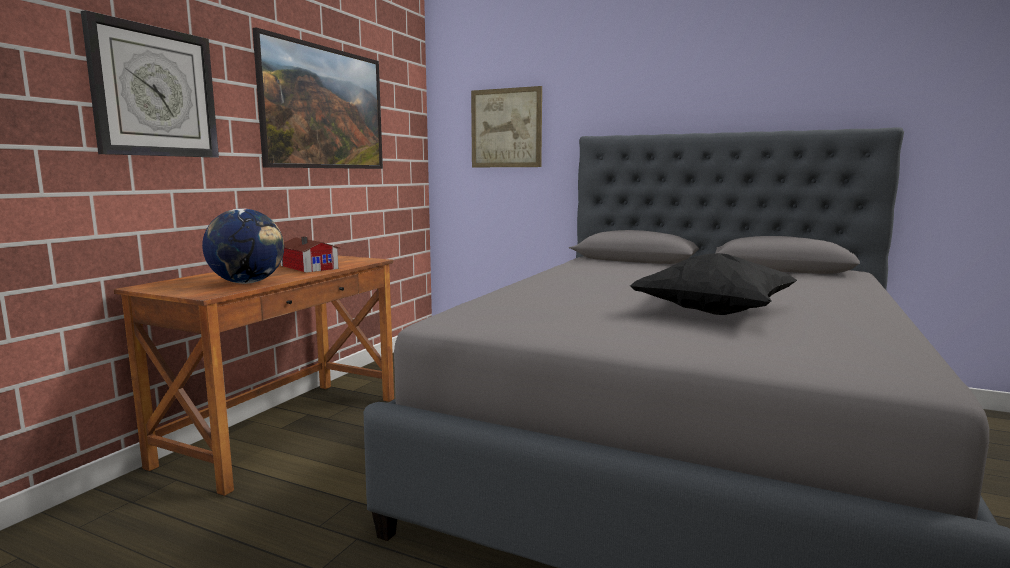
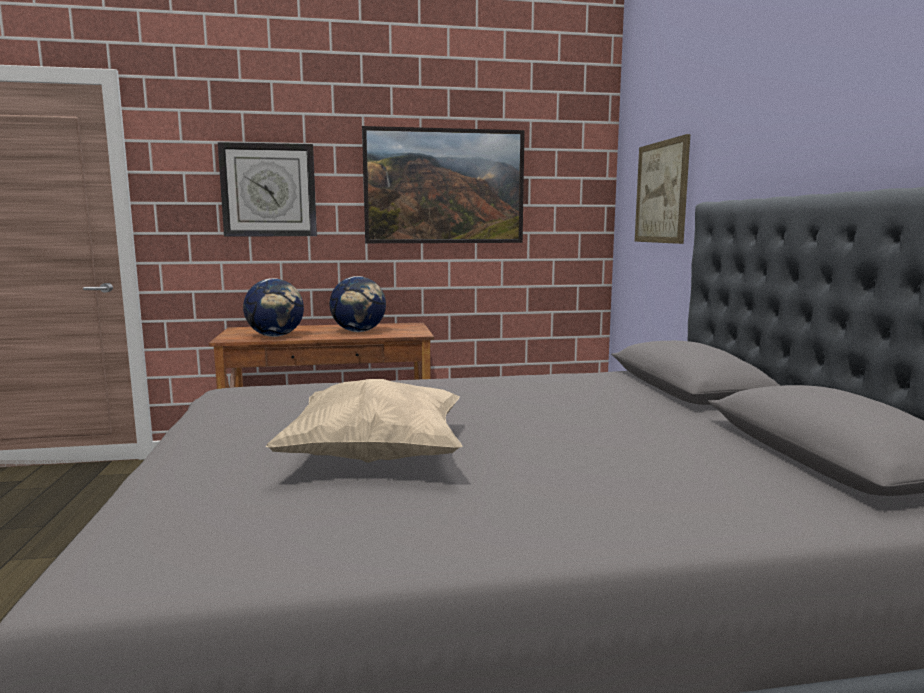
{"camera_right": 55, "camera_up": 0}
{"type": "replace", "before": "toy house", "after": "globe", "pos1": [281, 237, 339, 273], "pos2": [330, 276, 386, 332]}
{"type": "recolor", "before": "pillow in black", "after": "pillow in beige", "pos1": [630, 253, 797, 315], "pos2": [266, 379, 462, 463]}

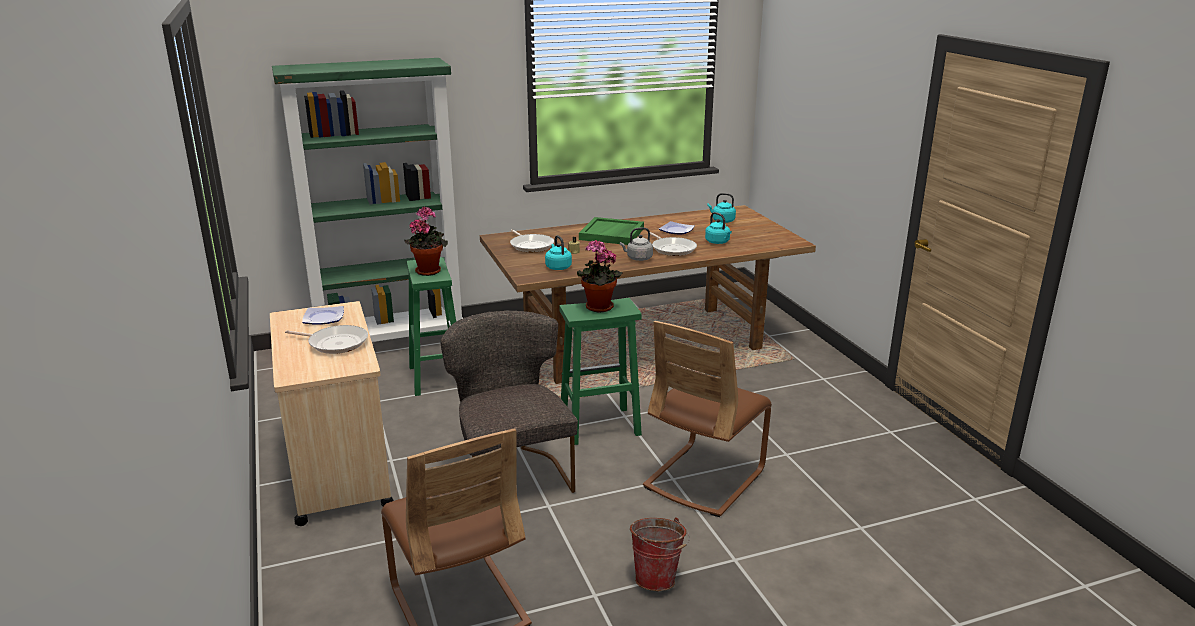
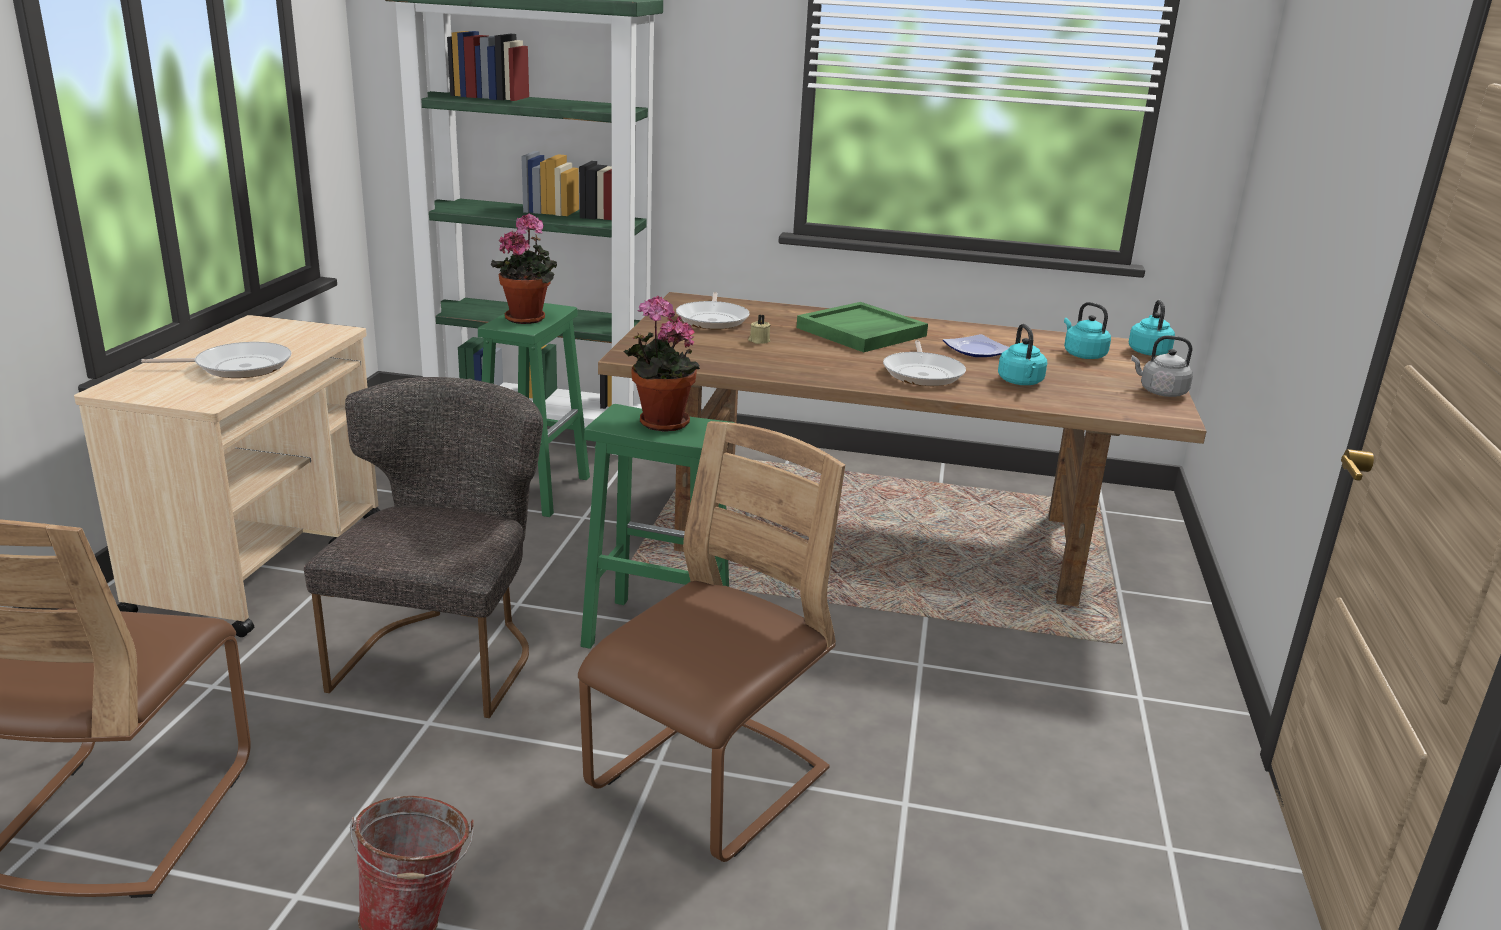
{"camera_right": 30, "camera_up": 0}
{"type": "move", "before": "kettle in grey", "pos1": [620, 227, 653, 261], "pos2": [1131, 335, 1193, 397]}
{"type": "move", "before": "kettle in turquoise", "pos1": [545, 235, 572, 270], "pos2": [1129, 300, 1175, 356]}
{"type": "delete", "before": "plate", "pos1": [302, 306, 344, 325]}
{"type": "rotate", "before": "chair in brown", "pos1": [643, 321, 772, 517], "pos2": [578, 421, 845, 862], "turn": 150}
{"type": "rotate", "before": "frying pan", "pos1": [285, 325, 368, 354], "pos2": [141, 342, 291, 378], "turn": -60}

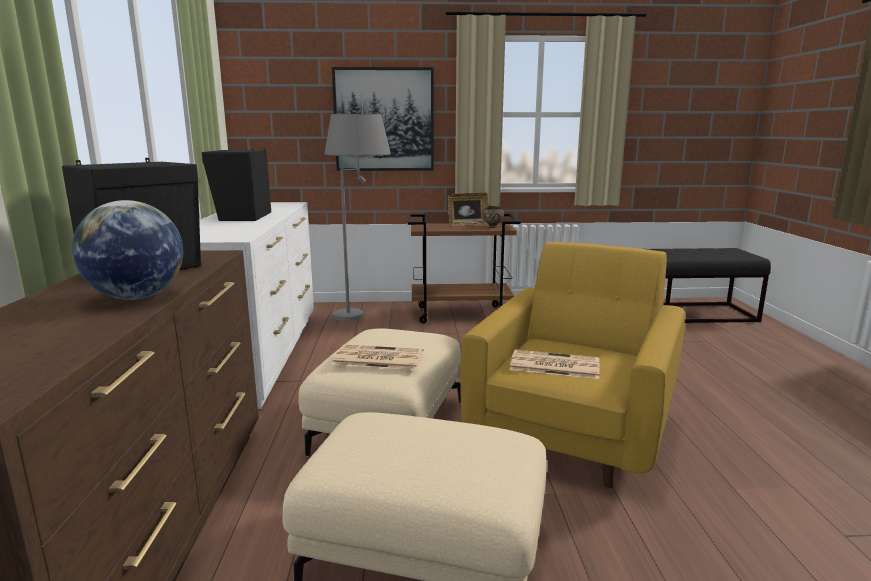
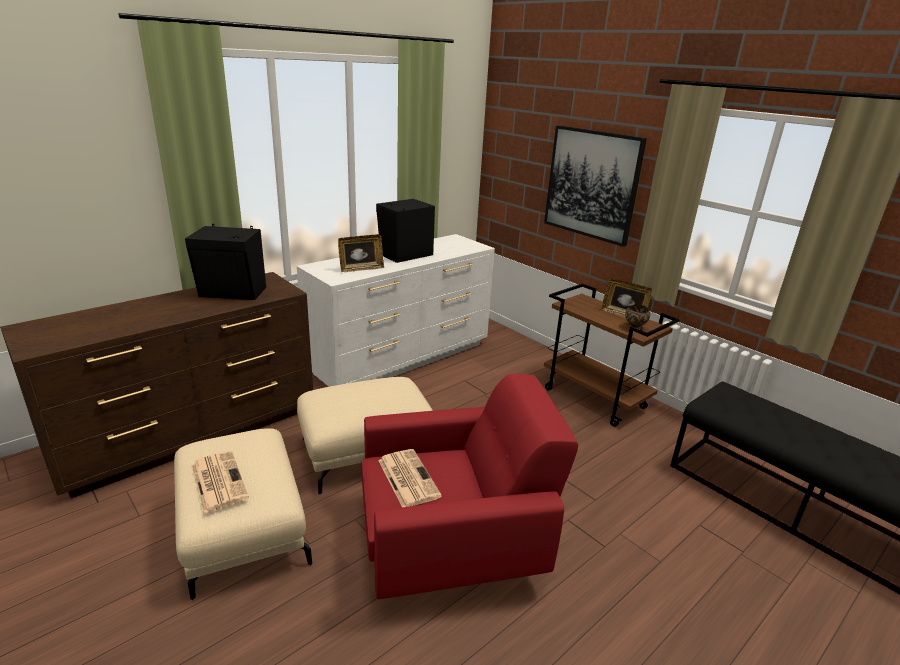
{"camera_right": 50, "camera_up": 10}
{"type": "delete", "before": "floor lamp in grey", "pos1": [324, 114, 391, 321]}
{"type": "delete", "before": "globe", "pos1": [72, 200, 183, 300]}
{"type": "recolor", "before": "armchair in yellow", "after": "armchair in red", "pos1": [460, 242, 685, 488], "pos2": [362, 374, 578, 599]}
{"type": "move", "before": "newspaper", "pos1": [331, 345, 424, 370], "pos2": [191, 451, 249, 513]}
{"type": "insert", "after": "picture frame", "pos2": [338, 234, 384, 272]}

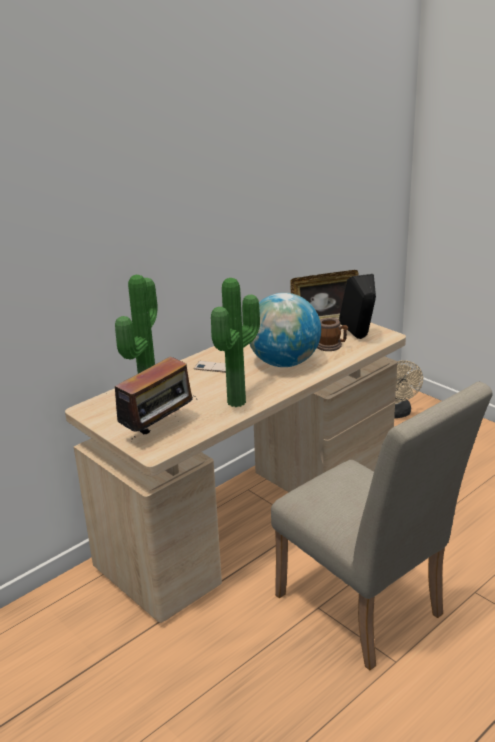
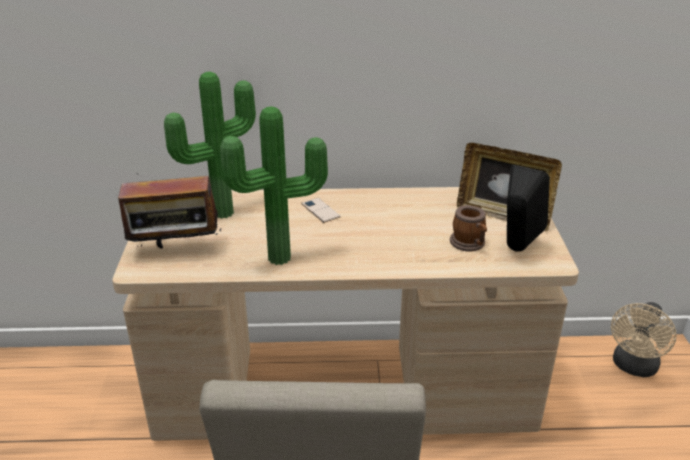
{"camera_right": 40, "camera_up": 5}
{"type": "delete", "before": "globe", "pos1": [250, 293, 321, 367]}

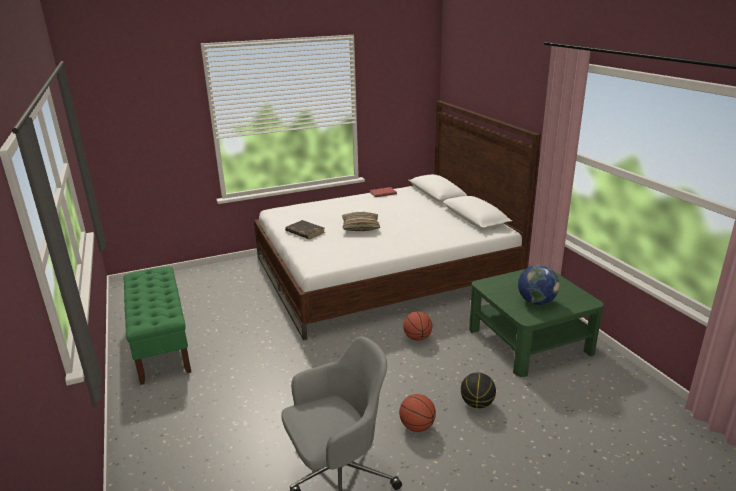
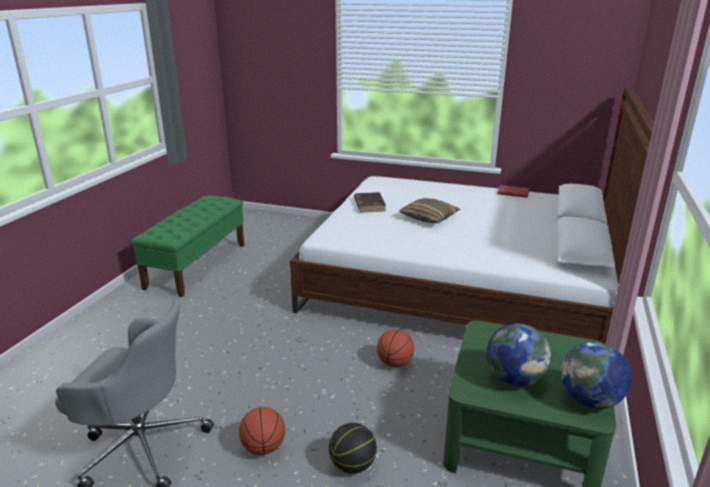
{"camera_right": 40, "camera_up": 0}
{"type": "insert", "after": "globe", "pos2": [561, 342, 632, 409]}

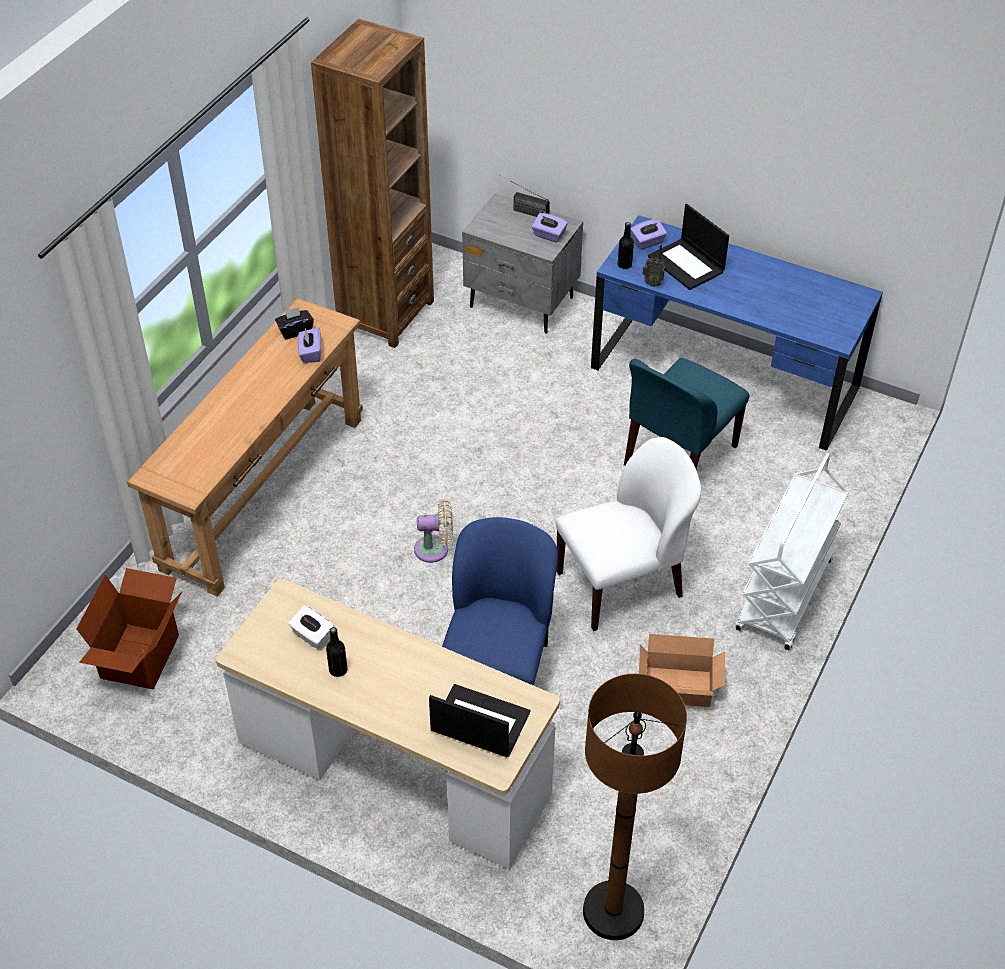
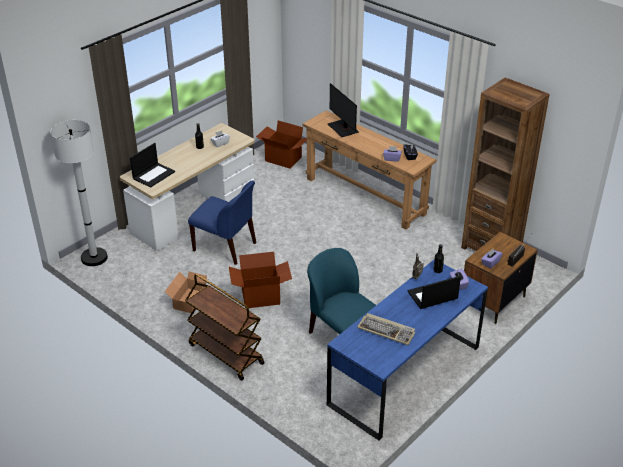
{"camera_right": 105, "camera_up": -10}
{"type": "recolor", "before": "nightstand in grey", "after": "nightstand in brown", "pos1": [462, 194, 583, 334], "pos2": [464, 232, 538, 324]}
{"type": "replace", "before": "chair in white", "after": "cardboard box", "pos1": [555, 437, 701, 631], "pos2": [229, 252, 292, 309]}
{"type": "recolor", "before": "cart in white", "after": "cart in brown", "pos1": [735, 453, 849, 650], "pos2": [185, 274, 264, 381]}
{"type": "delete", "before": "fan in beige", "pos1": [414, 499, 453, 563]}
{"type": "recolor", "before": "floor lamp in brown", "after": "floor lamp in white", "pos1": [583, 674, 687, 940], "pos2": [50, 120, 108, 266]}
{"type": "insert", "after": "monitor", "pos2": [328, 83, 359, 137]}
{"type": "insert", "after": "keyboard", "pos2": [357, 313, 415, 345]}

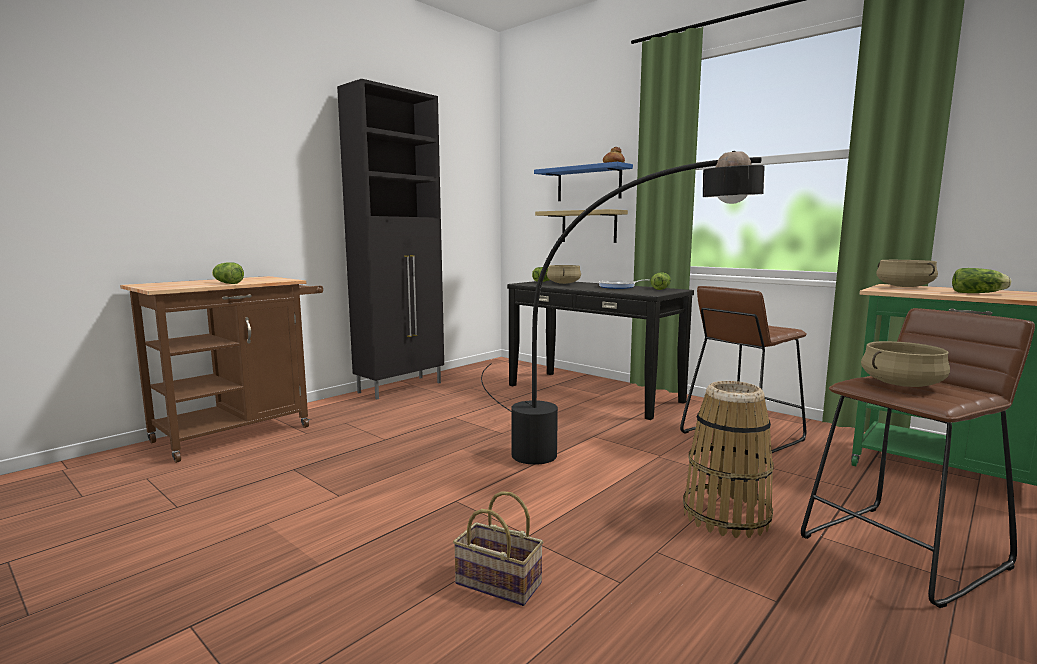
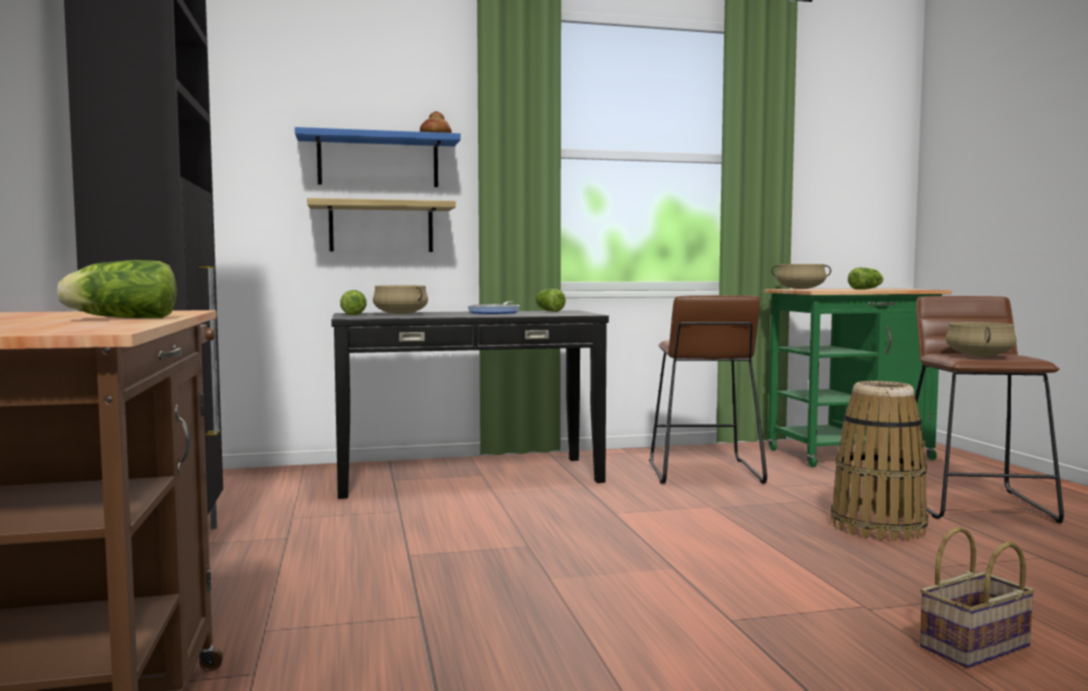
{"camera_right": -55, "camera_up": -5}
{"type": "delete", "before": "floor lamp in black", "pos1": [481, 151, 765, 465]}

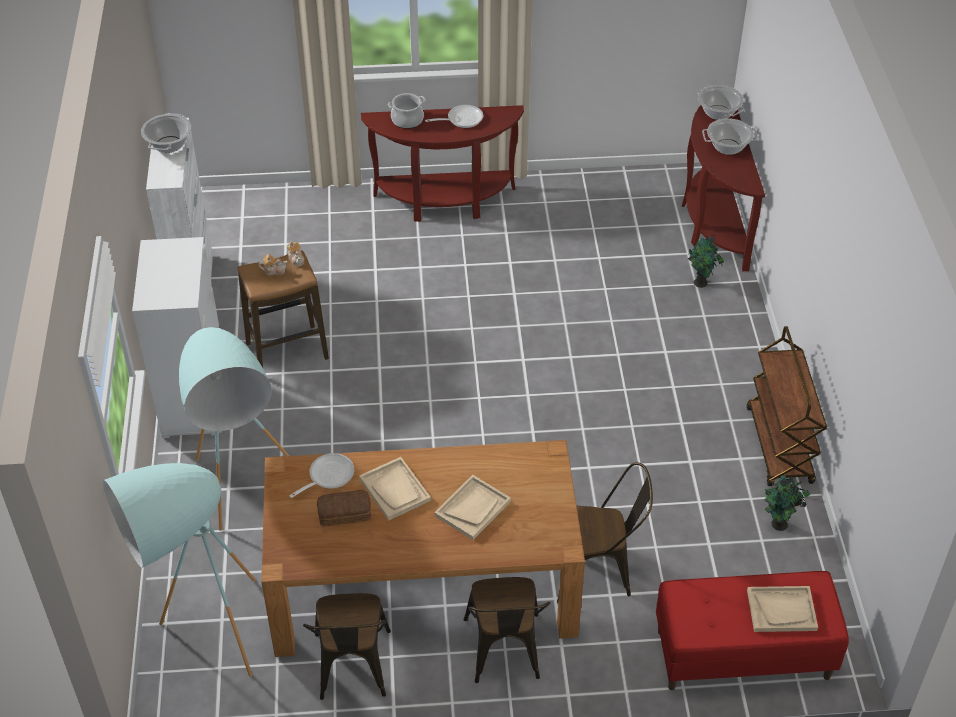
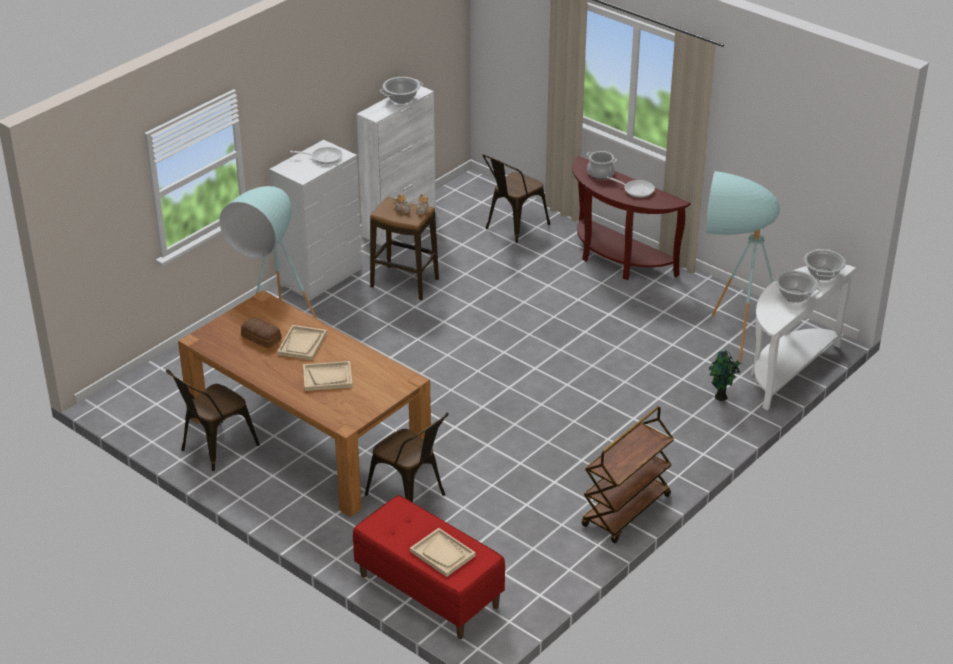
{"camera_right": 45, "camera_up": -10}
{"type": "recolor", "before": "console table in brown", "after": "console table in white", "pos1": [682, 105, 765, 271], "pos2": [751, 265, 856, 411]}
{"type": "move", "before": "frying pan", "pos1": [289, 453, 354, 498], "pos2": [290, 147, 343, 164]}
{"type": "move", "before": "floor lamp in turquoise", "pos1": [103, 463, 256, 677], "pos2": [706, 171, 780, 363]}
{"type": "delete", "before": "potted plant", "pos1": [764, 475, 810, 531]}
{"type": "move", "before": "chair in brown", "pos1": [464, 577, 550, 683], "pos2": [482, 154, 550, 243]}

